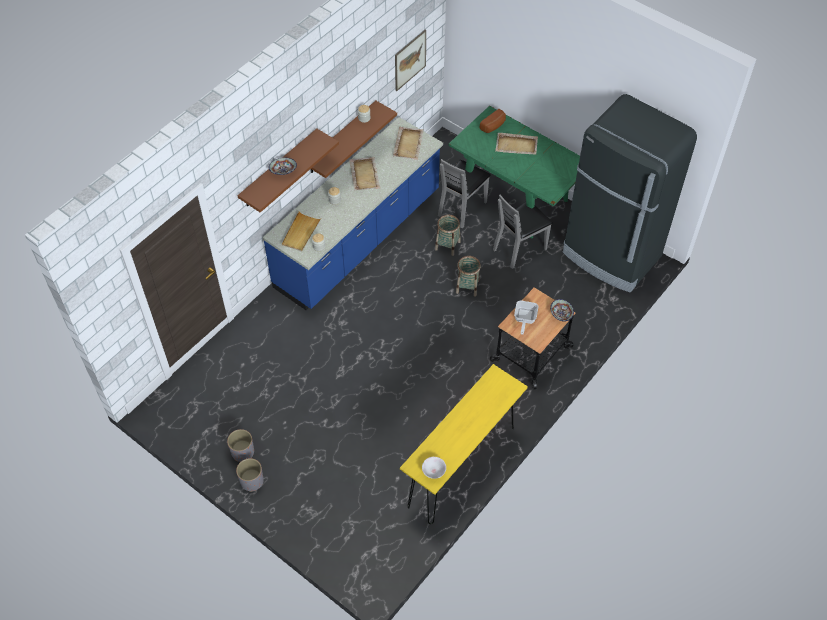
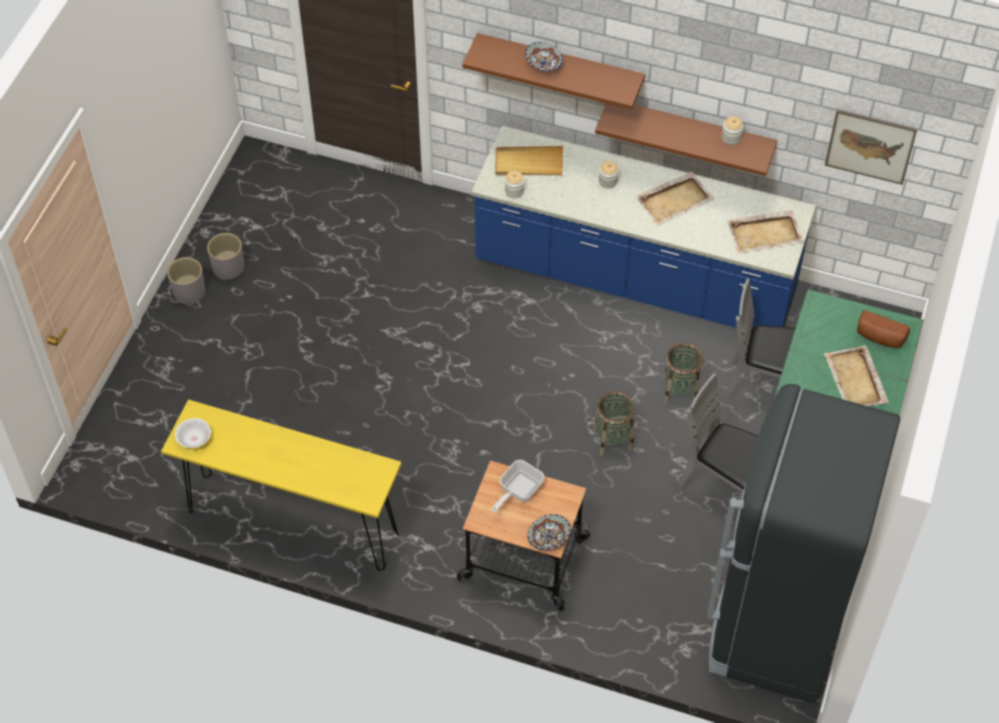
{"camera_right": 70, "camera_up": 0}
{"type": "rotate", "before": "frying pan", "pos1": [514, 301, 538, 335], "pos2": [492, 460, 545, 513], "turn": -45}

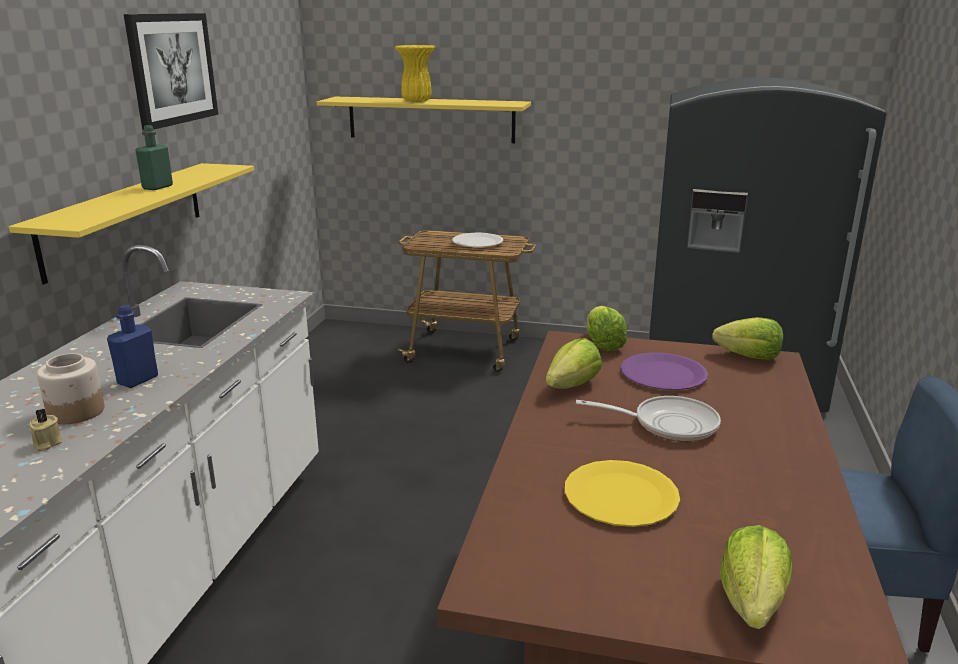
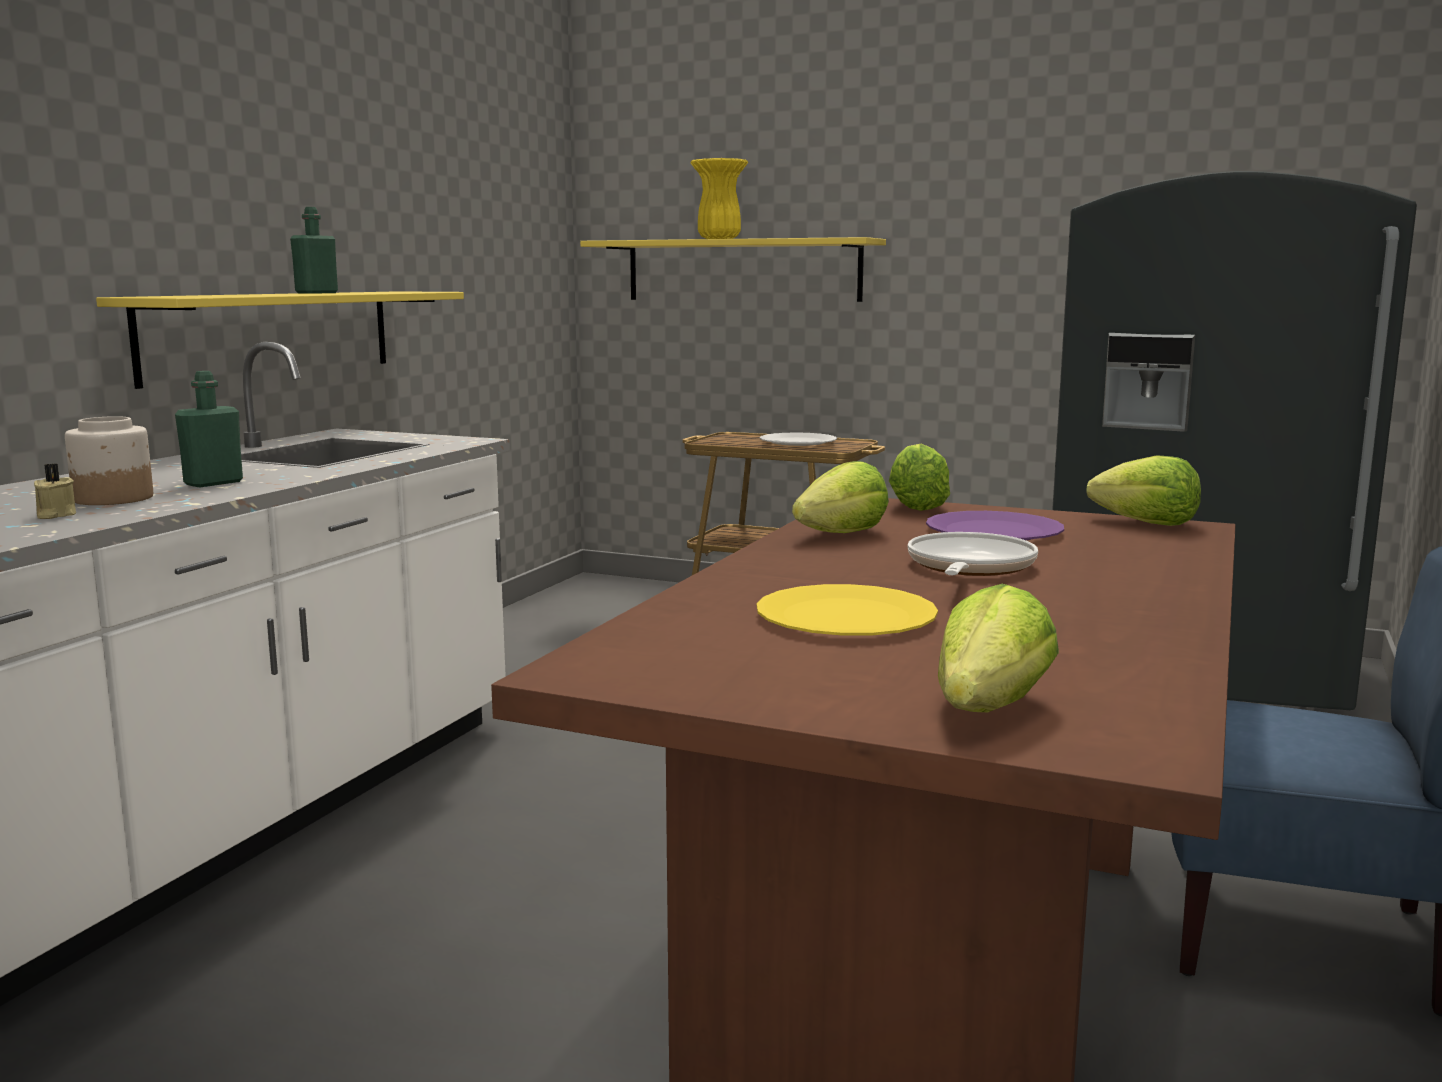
{"camera_right": 10, "camera_up": -10}
{"type": "delete", "before": "picture", "pos1": [124, 13, 218, 131]}
{"type": "recolor", "before": "bottle in blue", "after": "bottle in green", "pos1": [107, 305, 158, 388], "pos2": [175, 371, 243, 487]}
{"type": "rotate", "before": "frying pan", "pos1": [576, 396, 721, 441], "pos2": [908, 532, 1038, 576], "turn": -90}

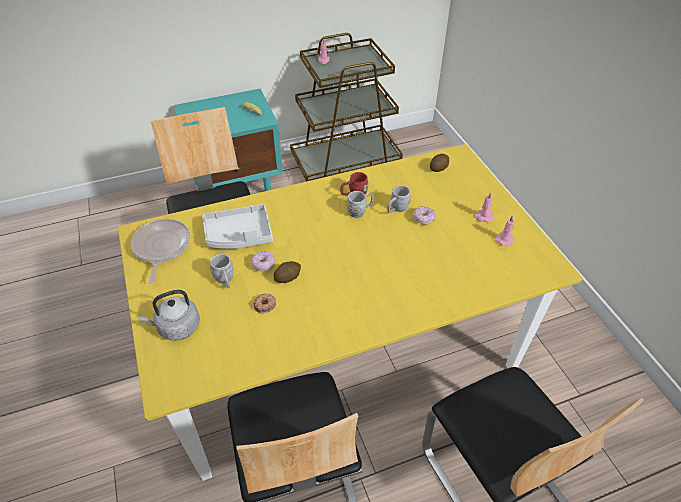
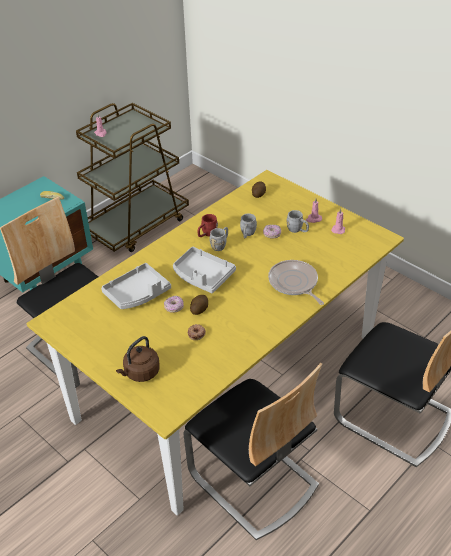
{"camera_right": -25, "camera_up": -5}
{"type": "move", "before": "frying pan", "pos1": [130, 219, 190, 283], "pos2": [268, 260, 324, 305]}
{"type": "move", "before": "mug in grey", "pos1": [210, 254, 234, 288], "pos2": [286, 210, 309, 233]}
{"type": "recolor", "before": "kettle in grey", "after": "kettle in brown", "pos1": [138, 290, 200, 341], "pos2": [116, 336, 160, 382]}
{"type": "insert", "after": "tray in grey", "pos2": [173, 247, 236, 293]}

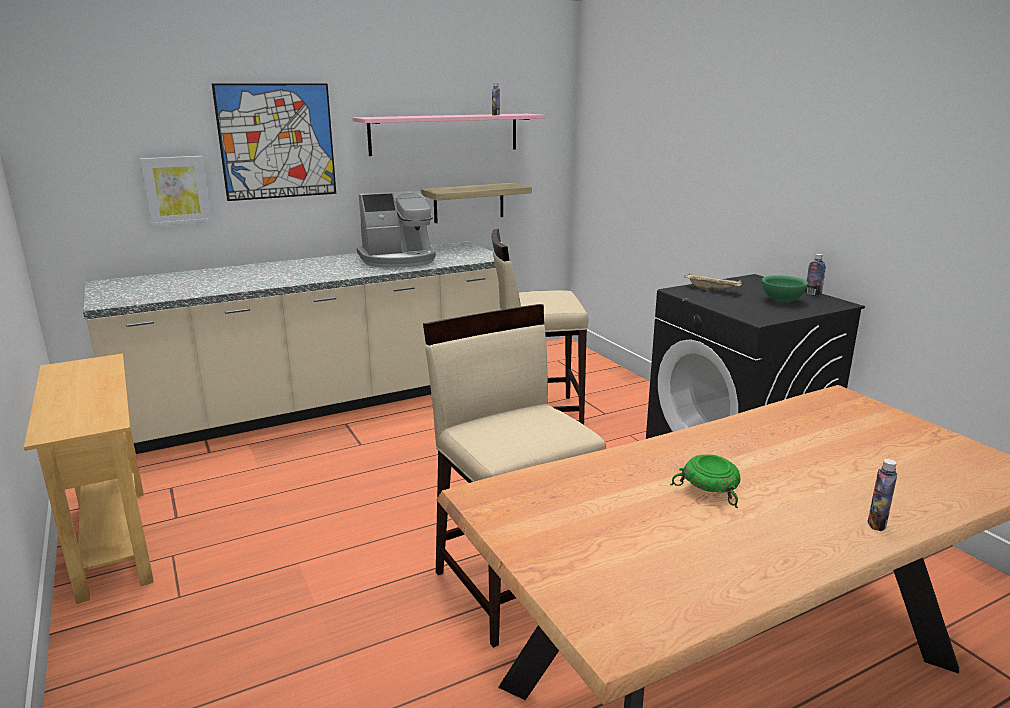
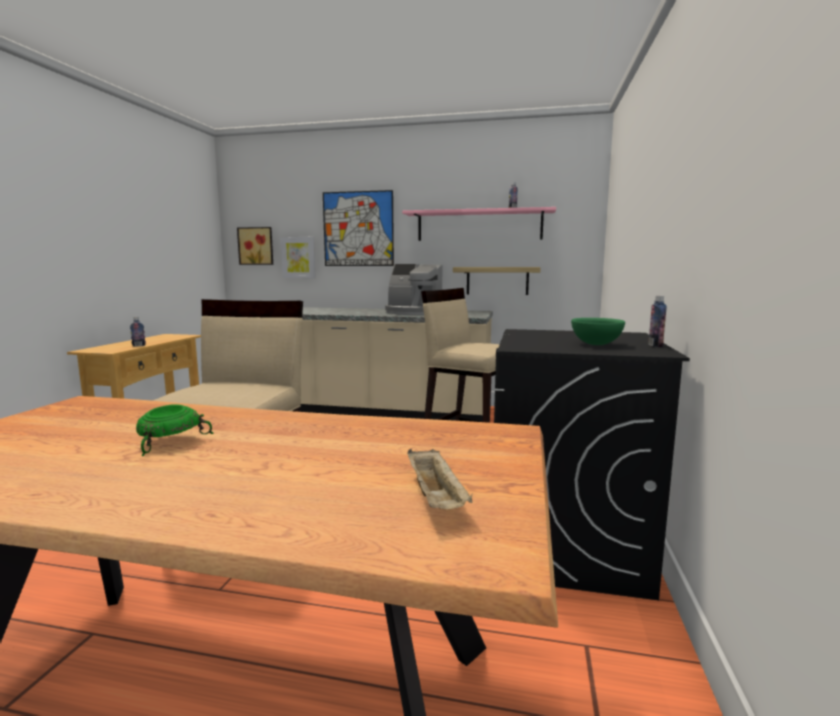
{"camera_right": 40, "camera_up": -10}
{"type": "move", "before": "tray in beige", "pos1": [684, 273, 742, 290], "pos2": [408, 449, 472, 509]}
{"type": "move", "before": "bottle", "pos1": [868, 459, 897, 531], "pos2": [130, 317, 146, 346]}
{"type": "insert", "after": "picture", "pos2": [237, 227, 273, 265]}

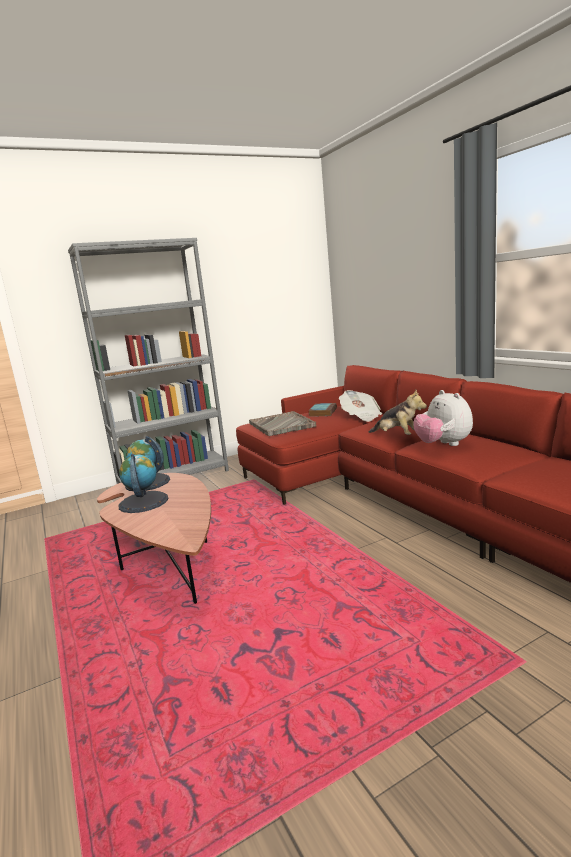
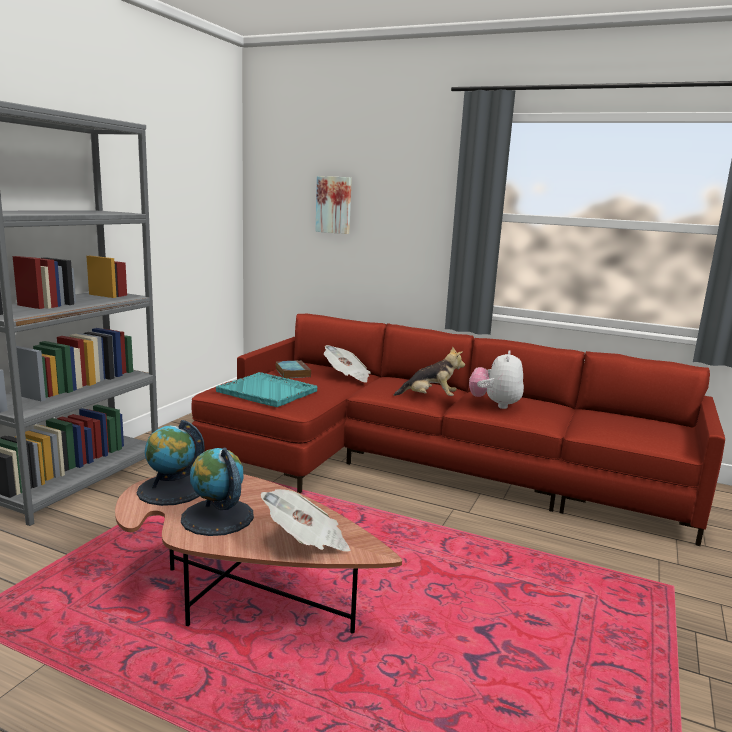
{"camera_right": -40, "camera_up": 0}
{"type": "rotate", "before": "plush toy", "pos1": [413, 390, 473, 446], "pos2": [469, 350, 524, 409], "turn": 75}
{"type": "recolor", "before": "tray in grey", "after": "tray in turquoise", "pos1": [249, 411, 316, 436], "pos2": [216, 372, 318, 407]}
{"type": "insert", "after": "picture", "pos2": [315, 176, 352, 234]}
{"type": "insert", "after": "newspaper", "pos2": [261, 489, 351, 552]}

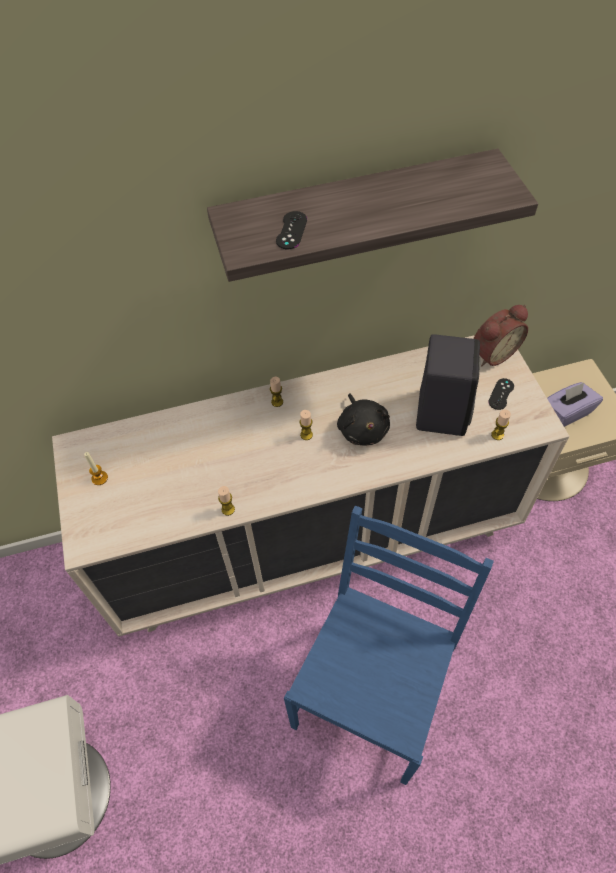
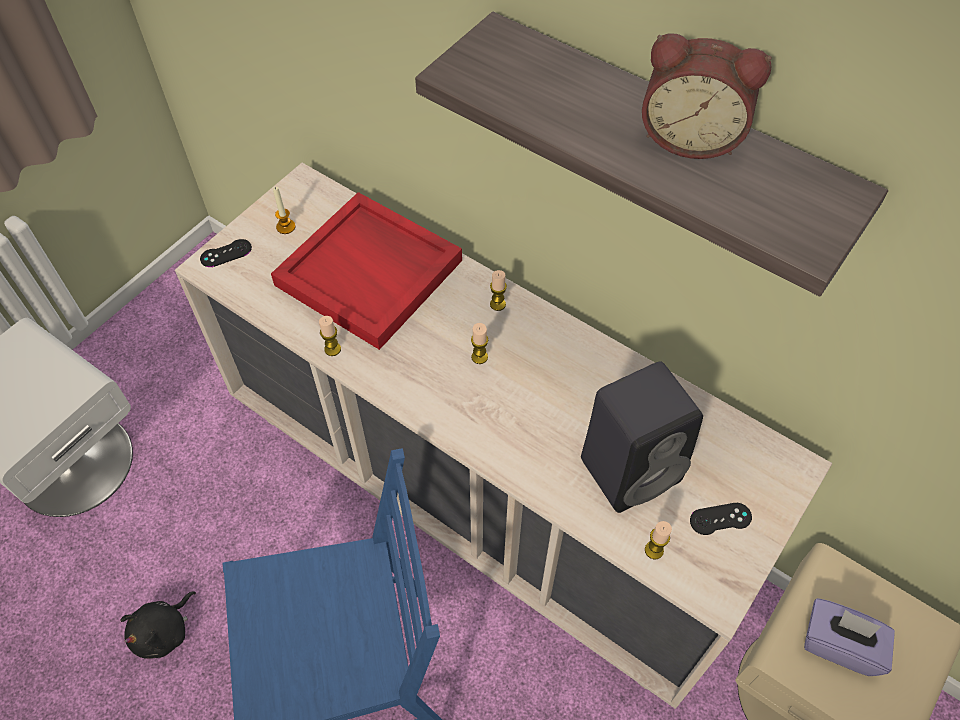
{"camera_right": 50, "camera_up": 0}
{"type": "move", "before": "game controller in black", "pos1": [276, 211, 307, 249], "pos2": [200, 239, 252, 267]}
{"type": "move", "before": "alarm clock", "pos1": [473, 305, 528, 366], "pos2": [642, 33, 772, 159]}
{"type": "move", "before": "plush toy in black", "pos1": [337, 393, 390, 445], "pos2": [120, 591, 196, 659]}
{"type": "insert", "after": "tray in red", "pos2": [271, 192, 462, 350]}

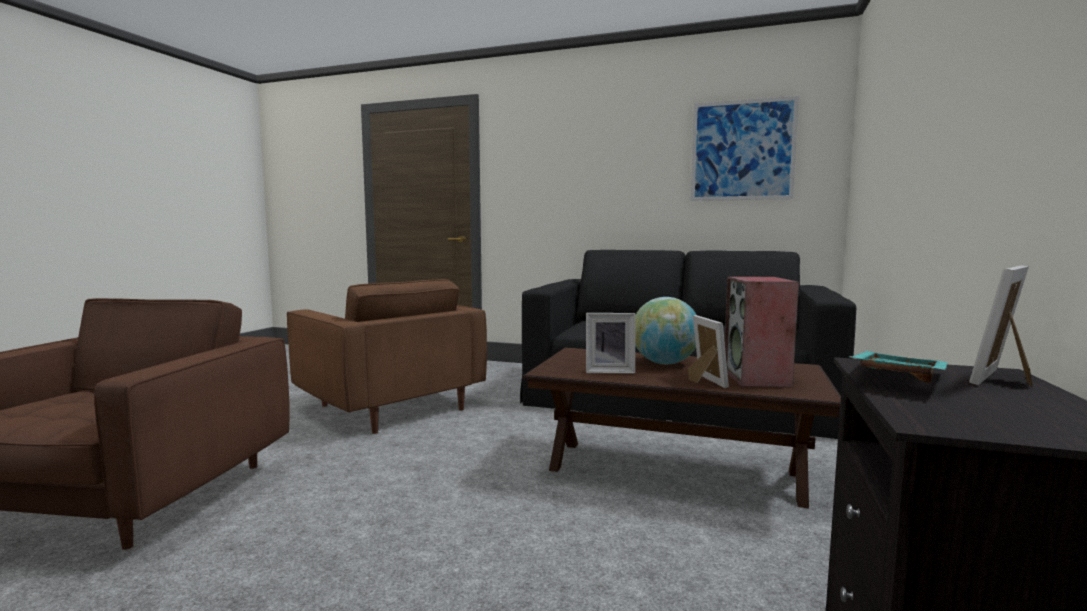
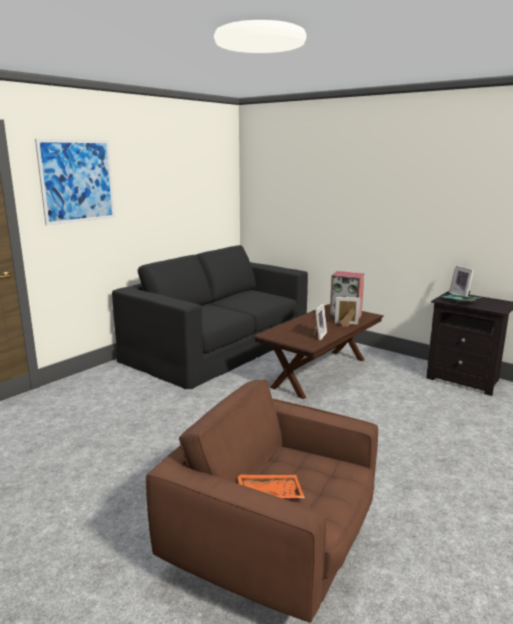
{"camera_right": -70, "camera_up": 10}
{"type": "move", "before": "picture", "pos1": [691, 96, 799, 201], "pos2": [35, 139, 115, 226]}
{"type": "delete", "before": "armchair in brown", "pos1": [287, 279, 487, 434]}
{"type": "delete", "before": "globe", "pos1": [635, 297, 696, 364]}
{"type": "insert", "after": "tray in orange", "pos2": [238, 474, 305, 498]}

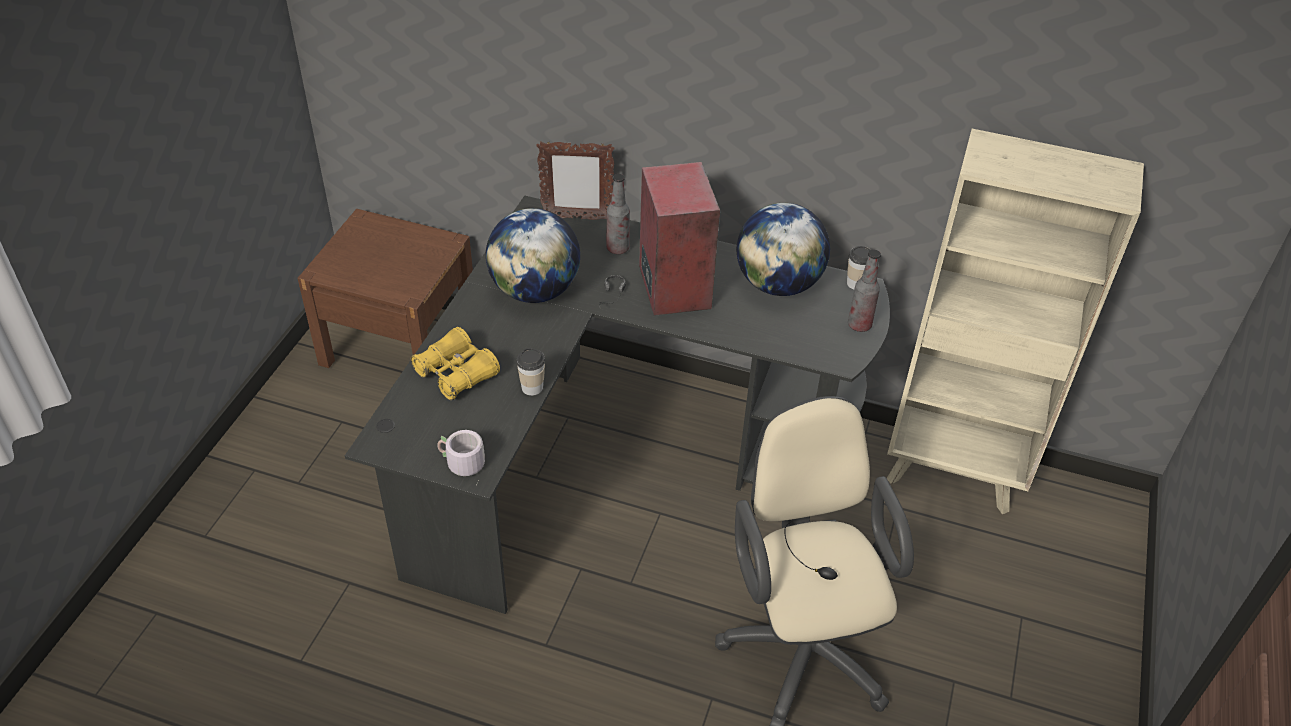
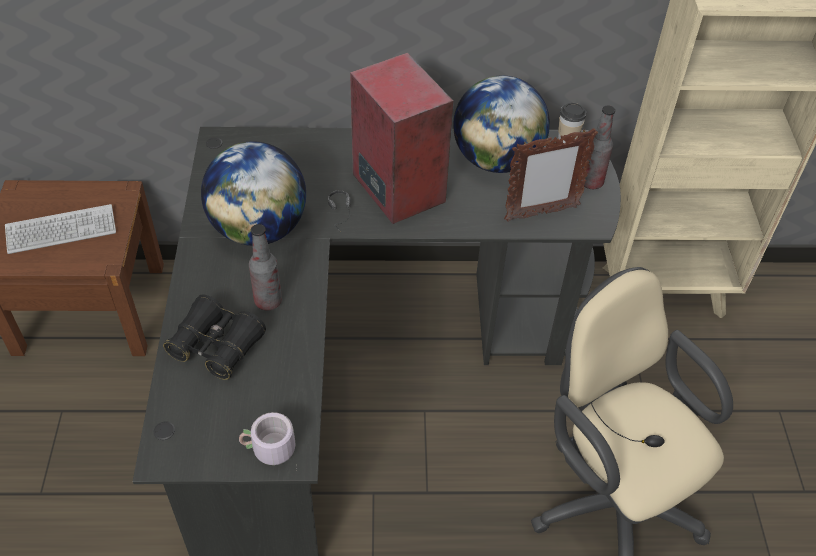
{"camera_right": -20, "camera_up": 5}
{"type": "move", "before": "picture frame", "pos1": [536, 140, 615, 220], "pos2": [504, 128, 598, 222]}
{"type": "move", "before": "bottle", "pos1": [606, 174, 630, 254], "pos2": [249, 224, 282, 311]}
{"type": "recolor", "before": "binoculars in yellow", "after": "binoculars in black", "pos1": [411, 327, 500, 400], "pos2": [163, 294, 266, 380]}
{"type": "delete", "before": "cup", "pos1": [516, 348, 545, 396]}
{"type": "insert", "after": "keyboard", "pos2": [5, 204, 116, 254]}

